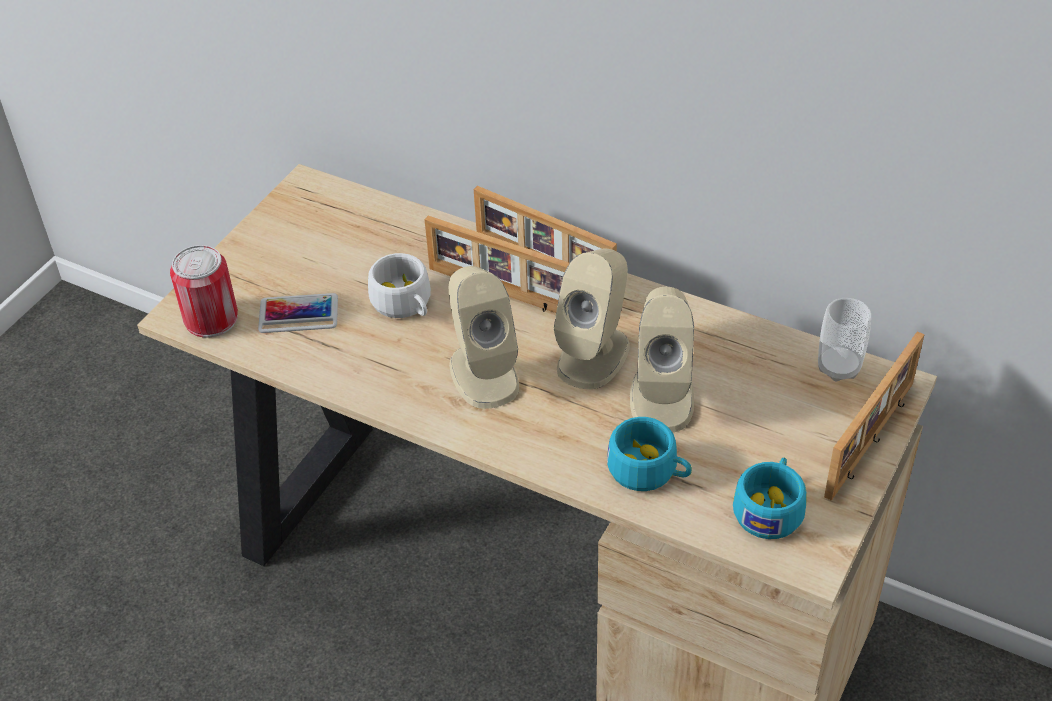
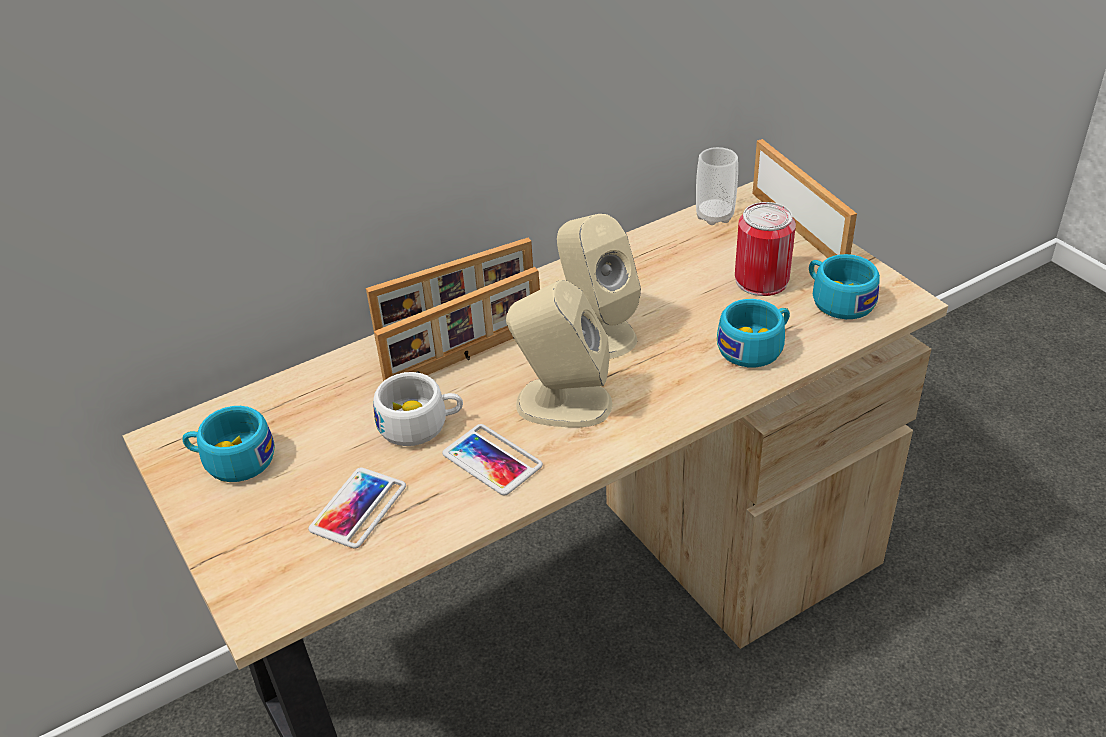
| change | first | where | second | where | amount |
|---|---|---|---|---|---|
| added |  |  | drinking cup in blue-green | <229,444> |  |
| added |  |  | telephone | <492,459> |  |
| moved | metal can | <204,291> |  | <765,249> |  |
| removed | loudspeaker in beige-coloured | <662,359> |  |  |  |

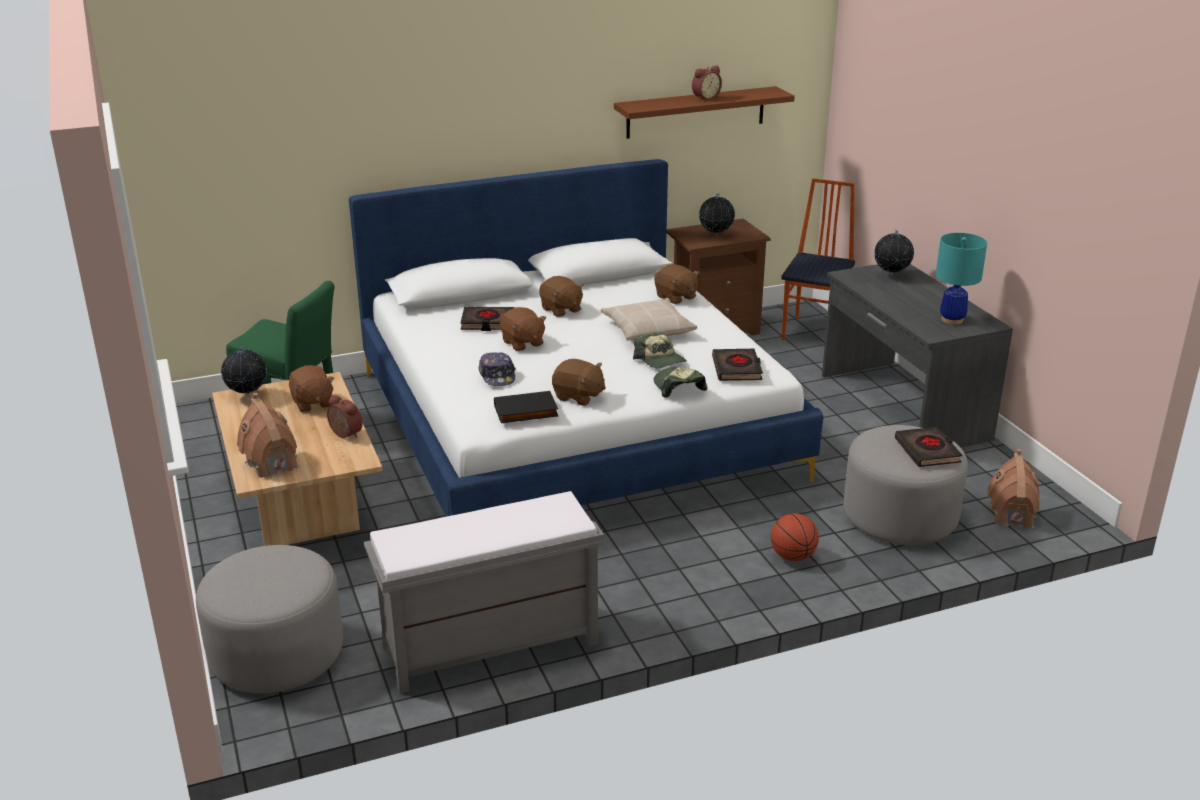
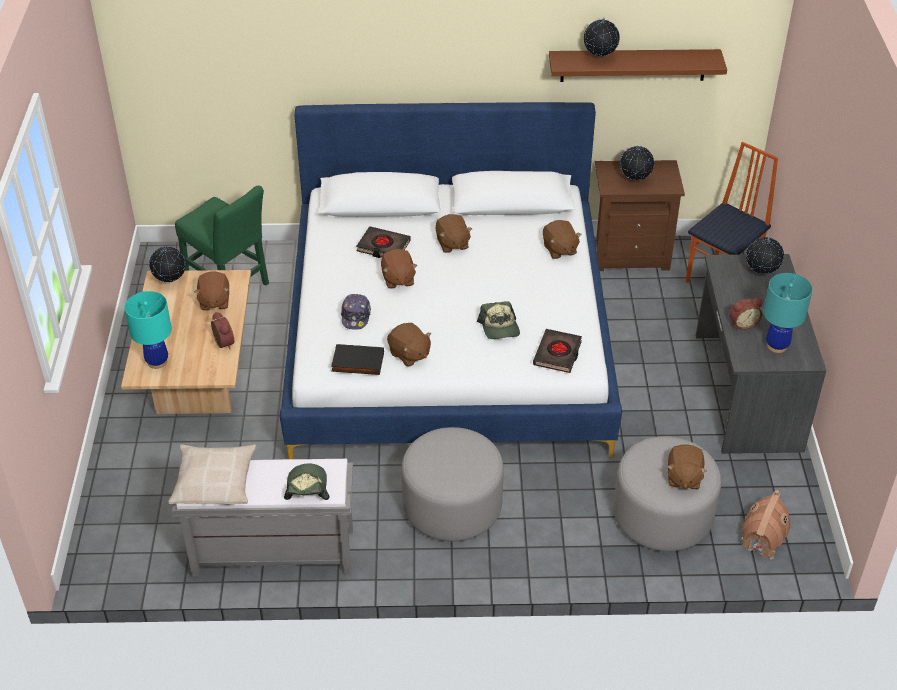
| change | first | where | second | where | amount |
|---|---|---|---|---|---|
| replaced | toy house | <268,435> | tabletop lamp in blue-green | <148,330> |  |
| moved | throw pillow in beige-coloured | <649,320> |  | <212,474> |  |
| moved | cap | <680,382> |  | <306,482> |  |
| moved | footrest in grey | <269,619> |  | <452,484> |  |
| added |  |  | world globe | <602,38> |  |
| replaced | volume in blackish | <928,447> | plush toy in brown | <687,466> |  |
| moved | alarm clock | <707,83> |  | <745,314> |  |
| removed | ball for basketball | <795,537> |  |  |  |

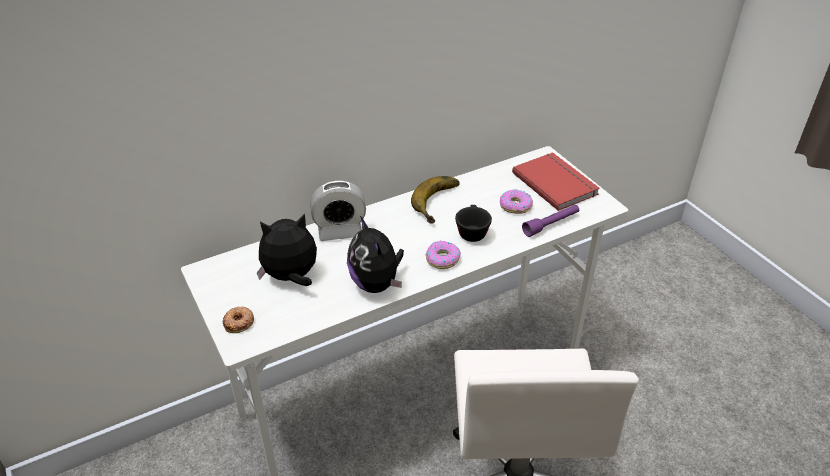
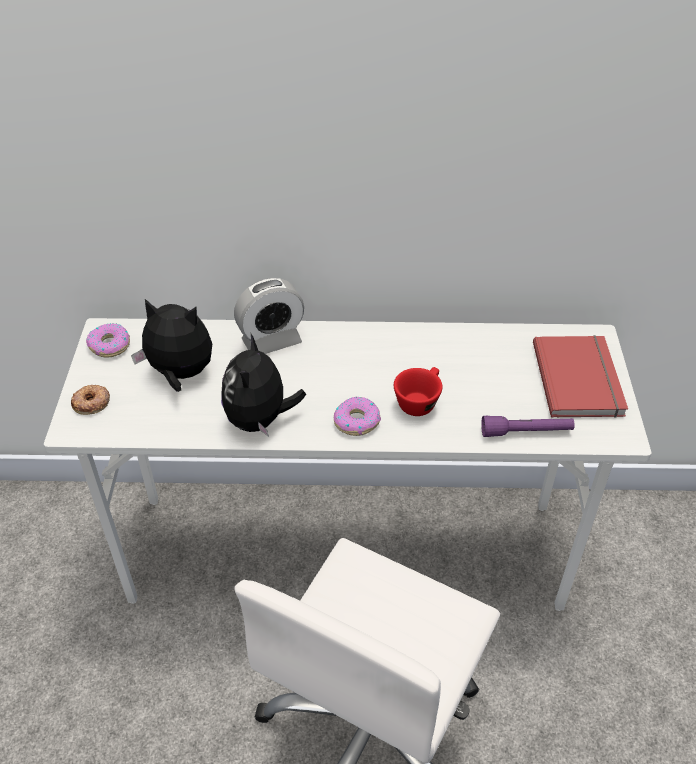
| change | first | where | second | where | amount |
|---|---|---|---|---|---|
| moved | doughnut | <516,201> |  | <108,340> |  |
| turned | alarm clock | <338,211> |  | <269,316> | 45 degrees counterclockwise |
| recoloured | drinking cup in blackish | <473,223> | drinking cup in reddish | <418,391> |  |
| removed | banana | <435,200> |  |  |  |

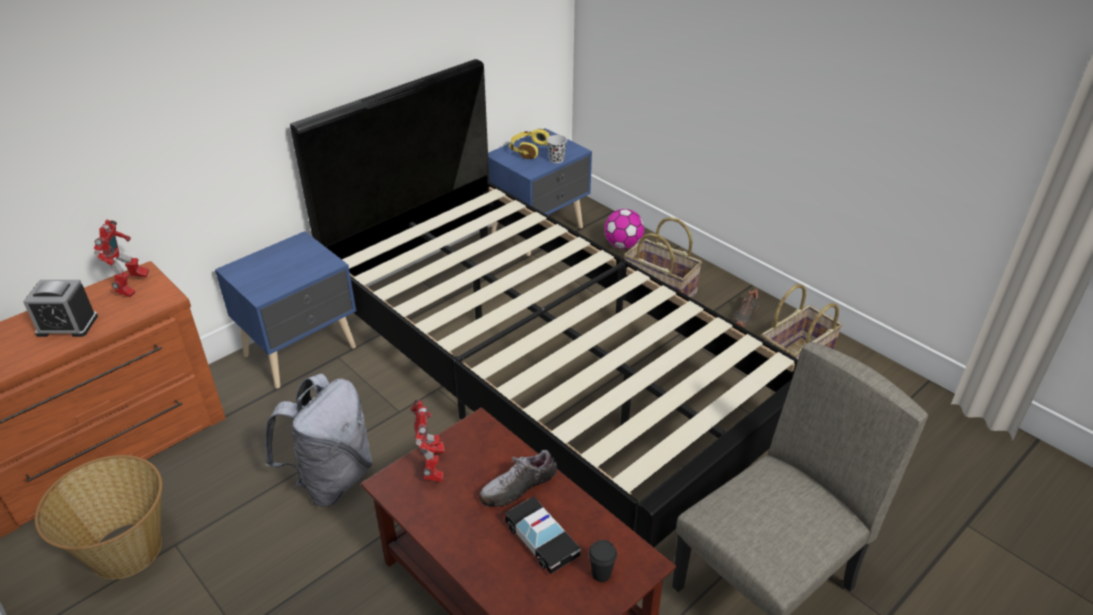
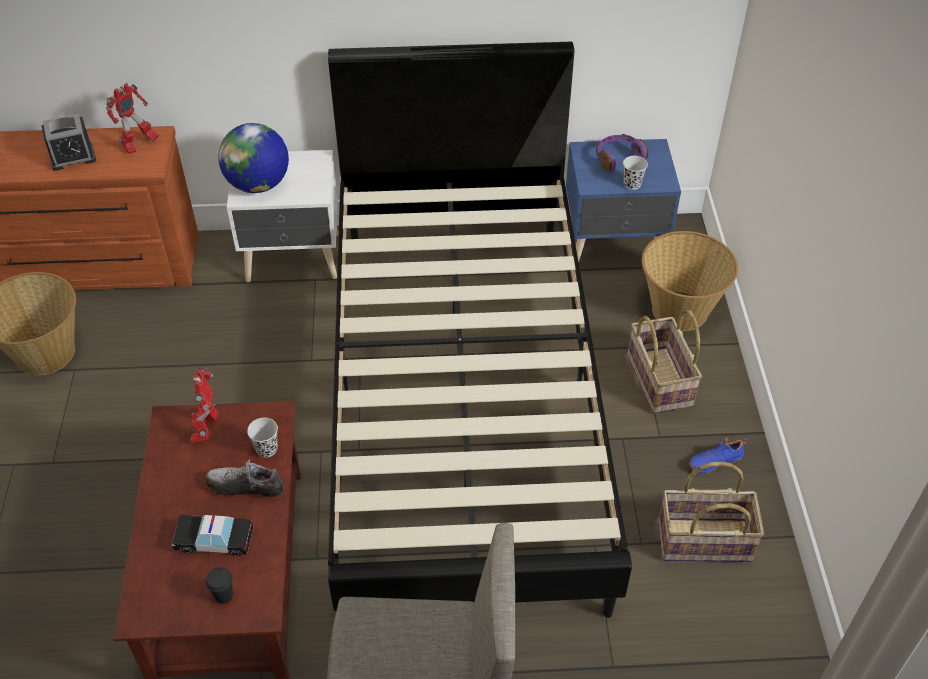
| change | first | where | second | where | amount |
|---|---|---|---|---|---|
| turned | alarm clock | <60,308> |  | <68,142> | 60 degrees counterclockwise |
| turned | model car | <543,535> |  | <213,535> | 90 degrees clockwise |
| turned | toy robot | <428,441> |  | <204,405> | 150 degrees clockwise |
| added |  |  | world globe | <253,158> |  |
| recoloured | bedside table in blue | <285,310> | bedside table in white | <283,216> |  |
| added |  |  | drinking cup in blackish | <262,438> |  |
| recoloured | headphones in yellowish | <529,144> | headphones in purple-coloured | <622,152> |  |
| replaced | football | <624,229> | household basket | <690,281> |  |
| recoloured | item of footwear in blackish | <746,307> | item of footwear in blue | <718,456> |  |
| removed | knapsack in grey | <319,440> |  |  |  |

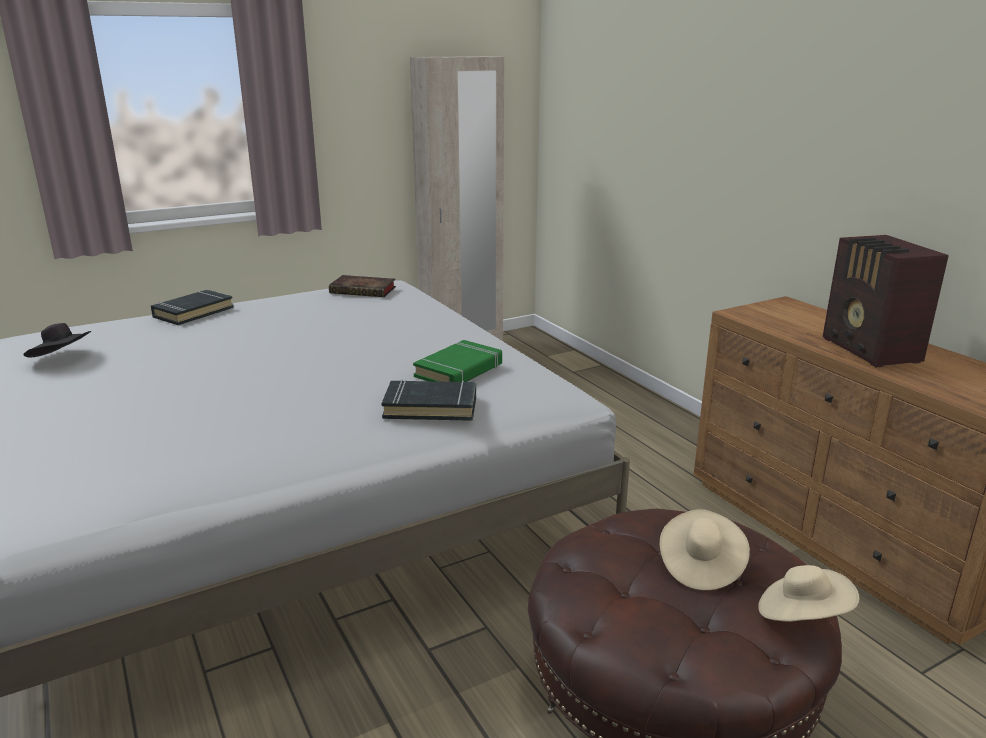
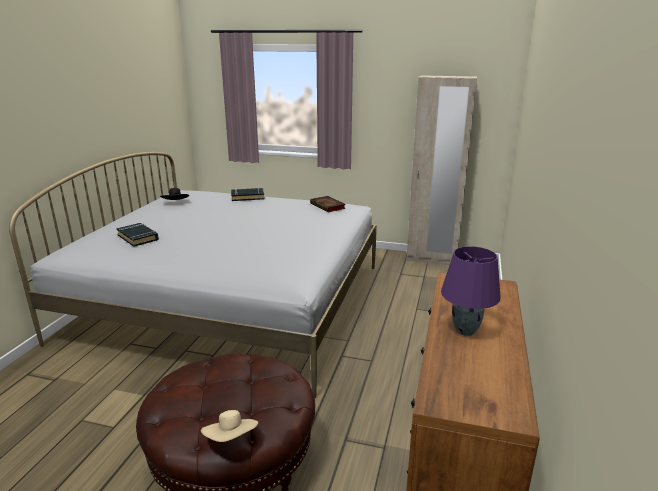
| change | first | where | second | where | amount |
|---|---|---|---|---|---|
| moved | volume in blackish | <429,400> |  | <137,235> |  |
| replaced | radio set | <886,301> | tabletop lamp in purple-coloured | <471,291> |  |
| removed | volume in green | <457,361> |  |  |  |
| removed | clothing hat in beige-coloured | <705,549> |  |  |  |

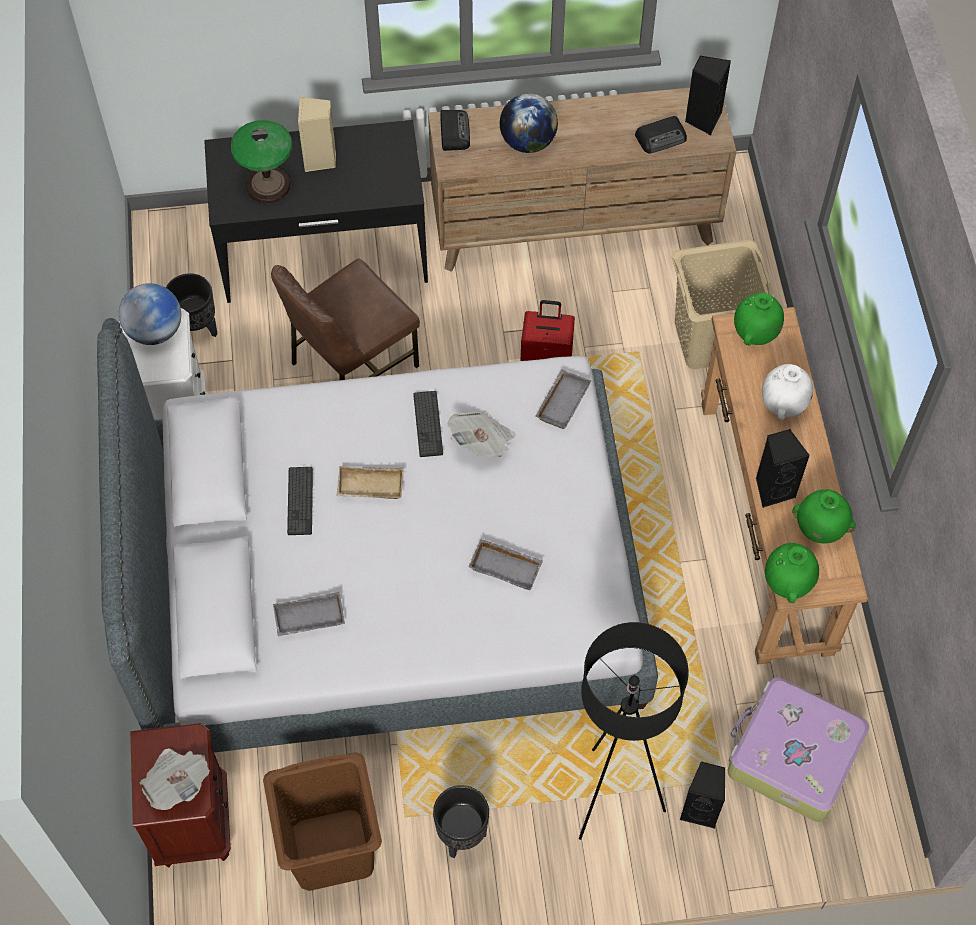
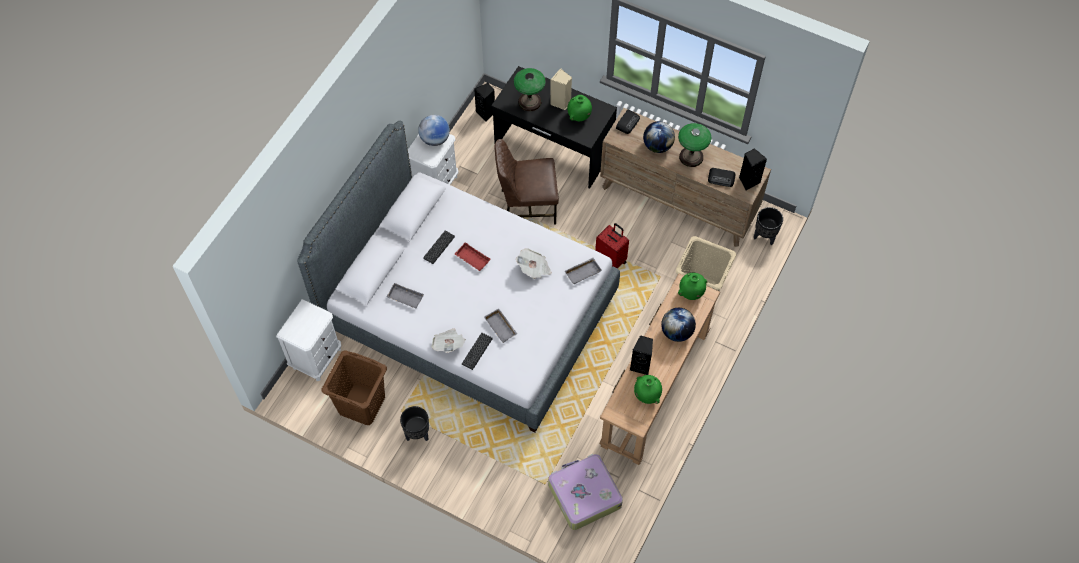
| change | first | where | second | where | amount |
|---|---|---|---|---|---|
| recoloured | bedside table in brown | <180,795> | bedside table in white | <308,340> |  |
| moved | daily paper | <175,779> |  | <448,340> |  |
| recoloured | carrying tray in beige-coloured | <370,482> | carrying tray in reddish | <472,256> |  |
| moved | keyboard | <428,424> |  | <477,351> |  |
| moved | loudspeaker in blackish | <702,794> |  | <484,102> |  |
| moved | vase in green | <792,573> |  | <579,108> |  |
| replaced | vase in white | <787,392> | world globe | <678,325> |  |
| added |  |  | tabletop lamp | <695,145> |  |
| moved | plant pot in blackish | <191,305> |  | <768,226> |  |
| removed | floor lamp in blackish | <634,731> |  |  |  |

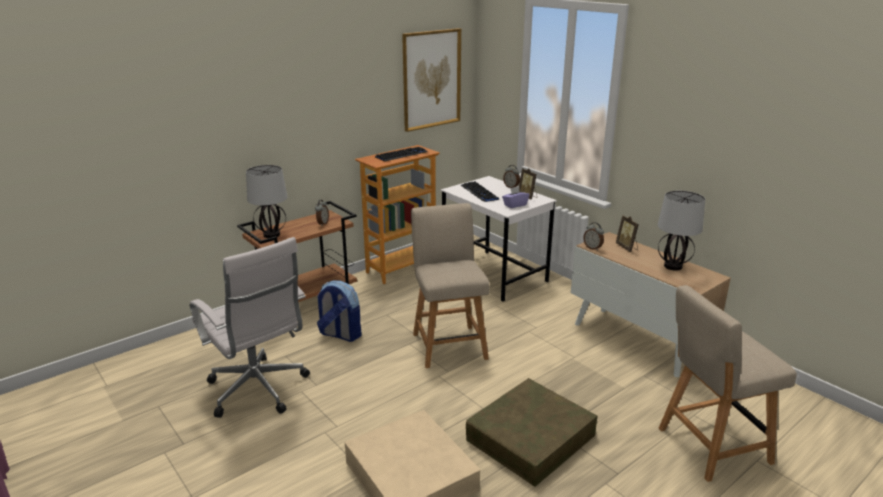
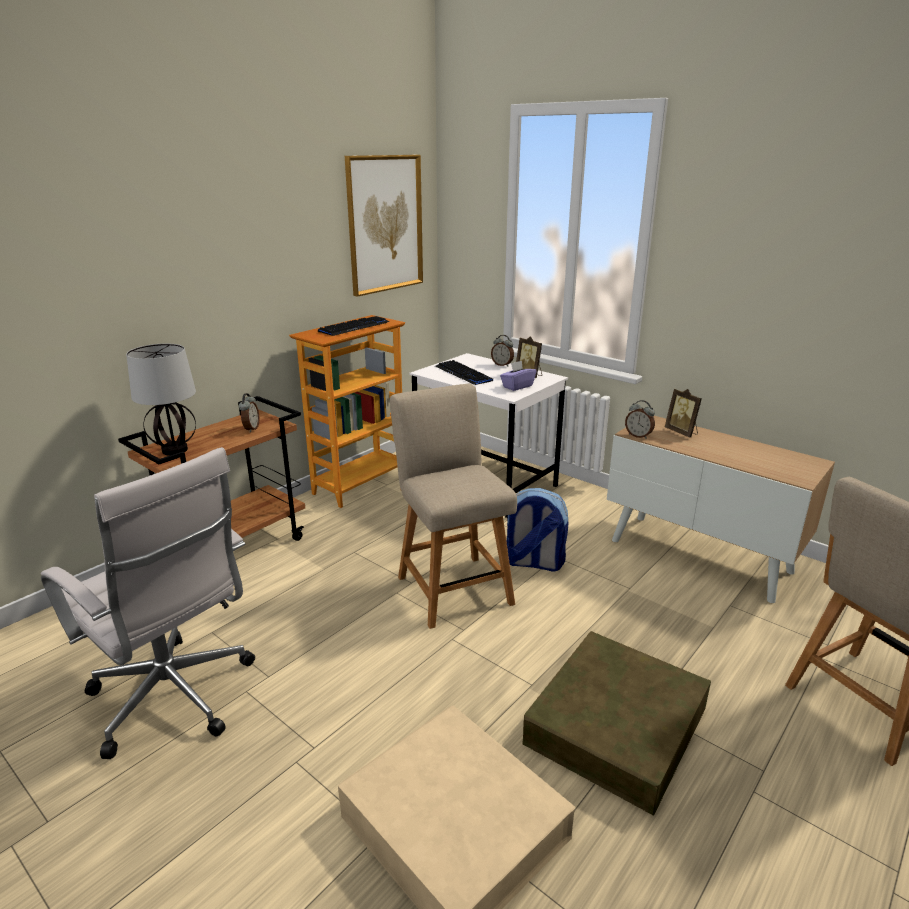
| change | first | where | second | where | amount |
|---|---|---|---|---|---|
| moved | knapsack | <339,311> |  | <537,530> |  |
| removed | tabletop lamp | <681,231> |  |  |  |

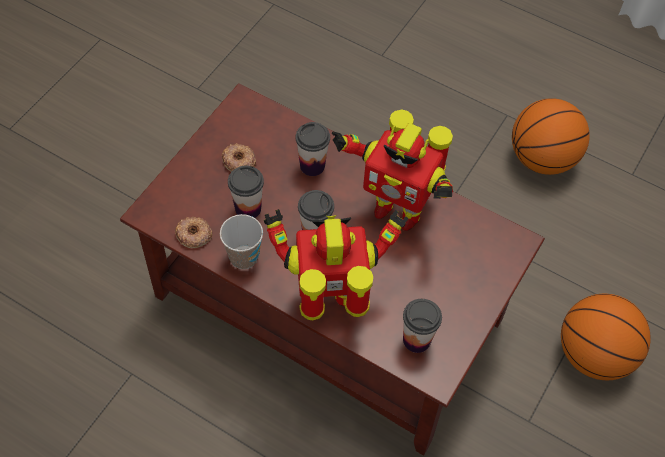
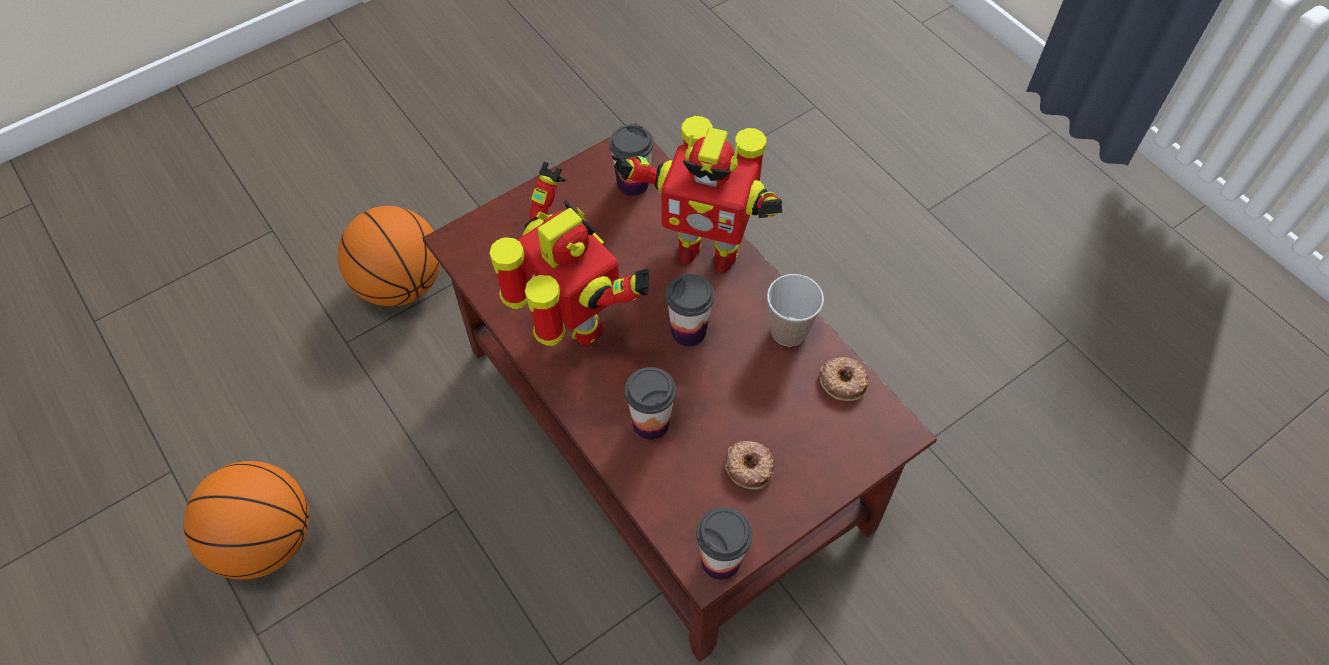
| change | first | where | second | where | amount |
|---|---|---|---|---|---|
| moved | drinking cup | <246,192> |  | <724,543> |  |

